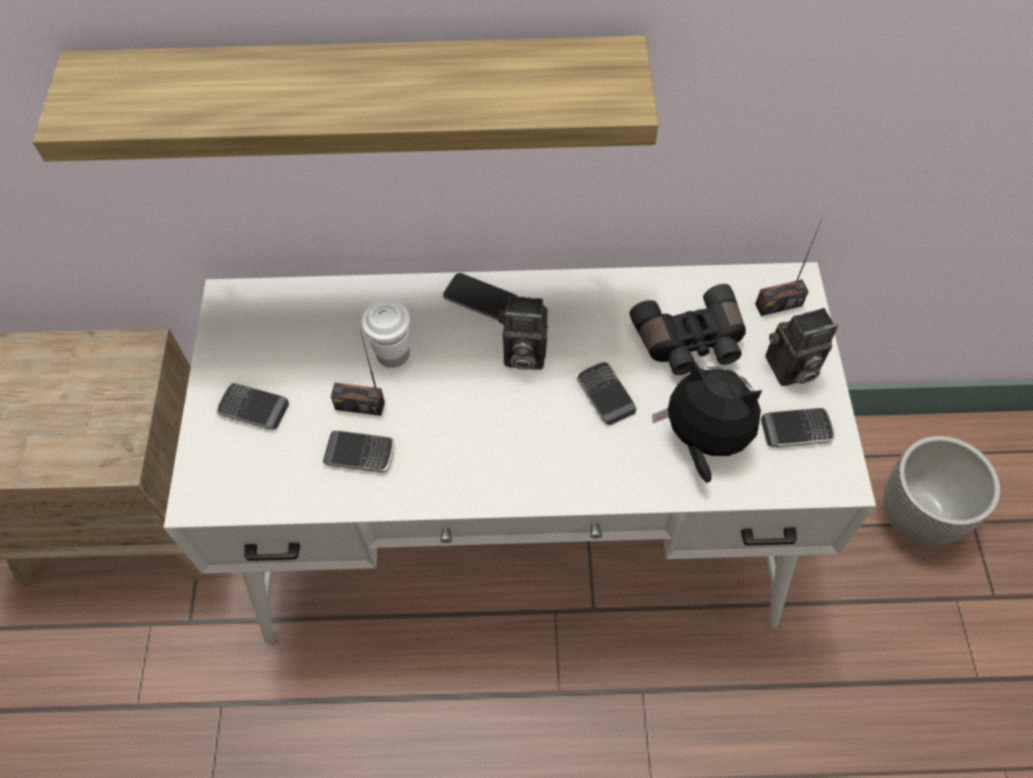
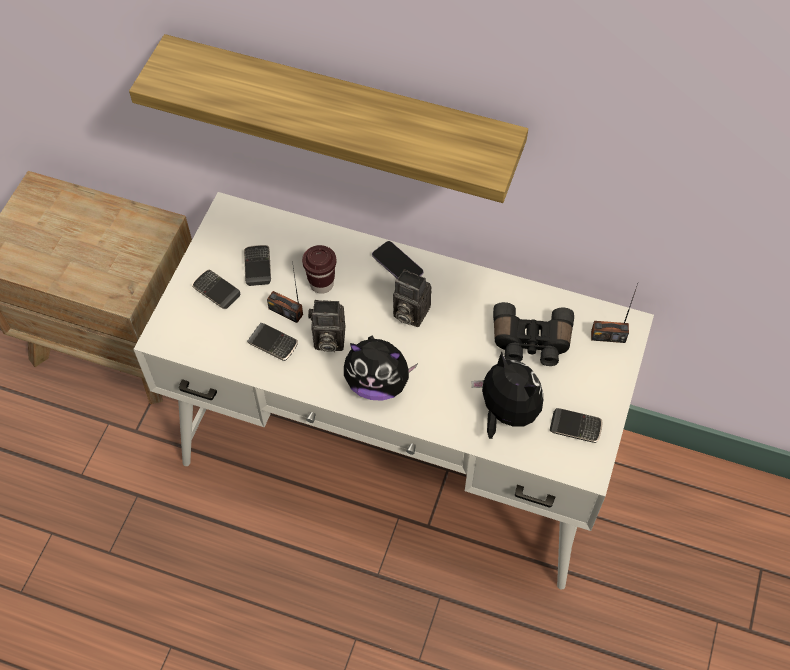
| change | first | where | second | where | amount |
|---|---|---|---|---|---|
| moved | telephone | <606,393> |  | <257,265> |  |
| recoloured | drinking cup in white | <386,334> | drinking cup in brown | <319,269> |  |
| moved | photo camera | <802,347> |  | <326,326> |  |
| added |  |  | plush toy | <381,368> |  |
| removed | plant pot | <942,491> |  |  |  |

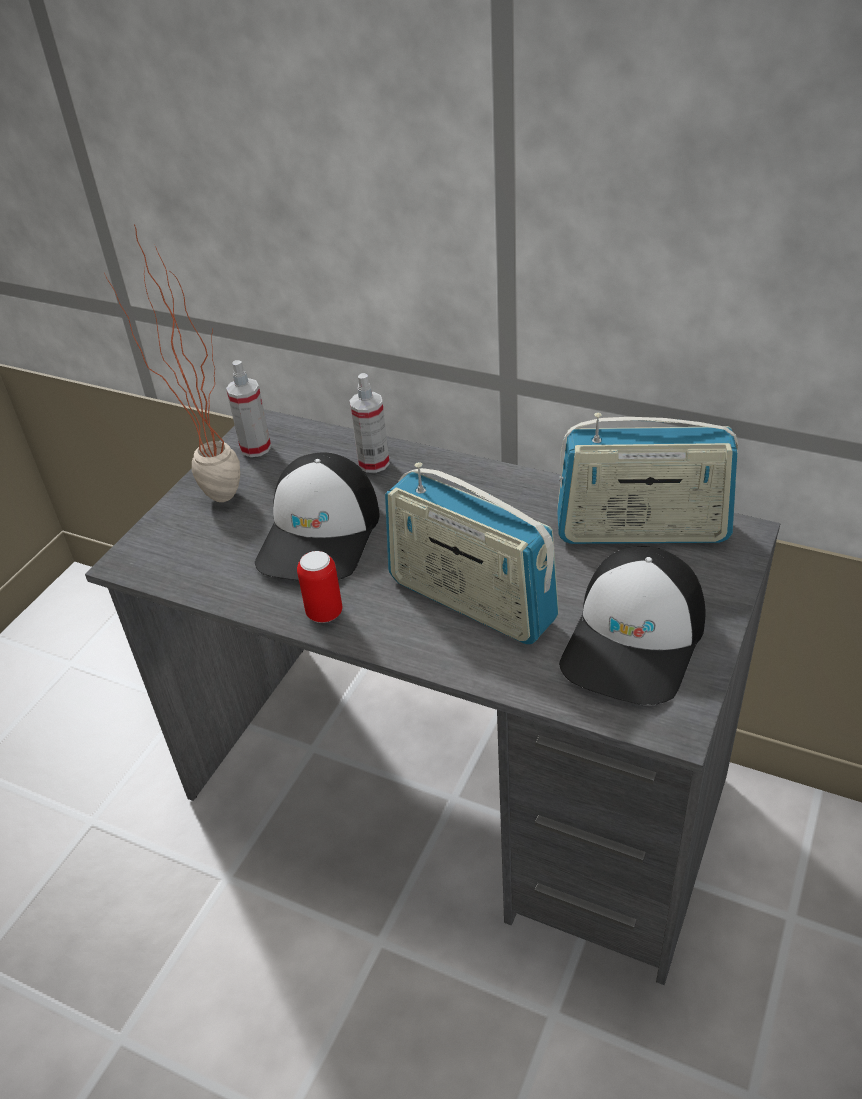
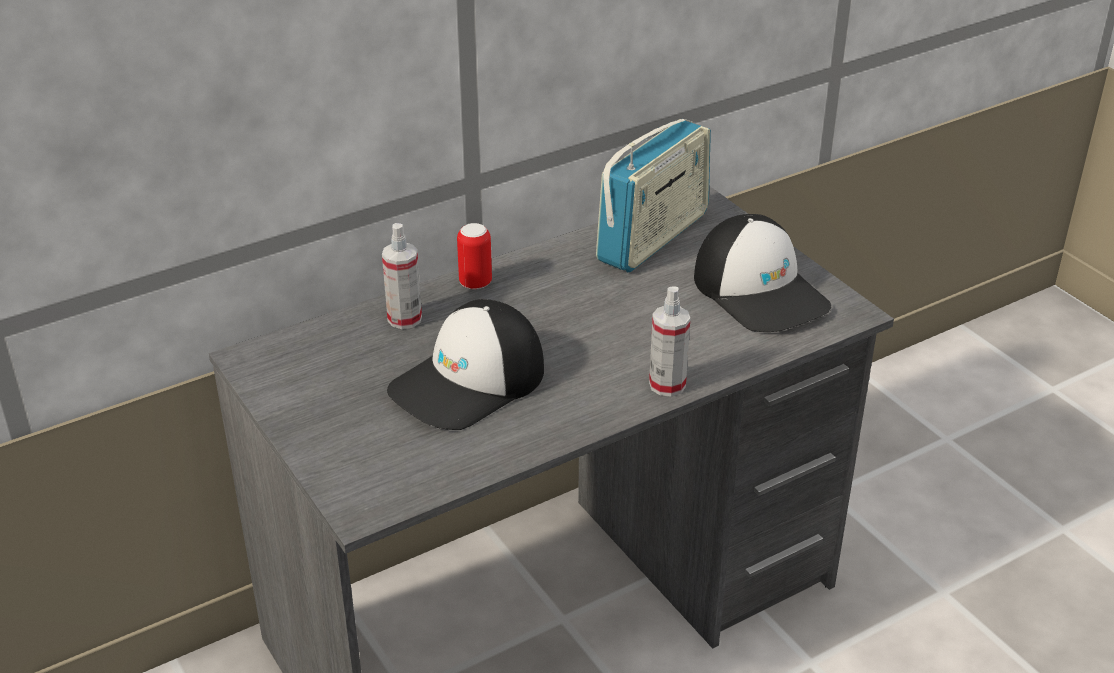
| change | first | where | second | where | amount |
|---|---|---|---|---|---|
| turned | cap | <317,516> |  | <465,364> | 90 degrees clockwise |
| moved | metal can | <319,587> |  | <474,256> |  |
| moved | sprayer | <248,408> |  | <669,341> |  |
| removed | plant in a pot | <172,363> |  |  |  |
| removed | radio set | <472,553> |  |  |  |

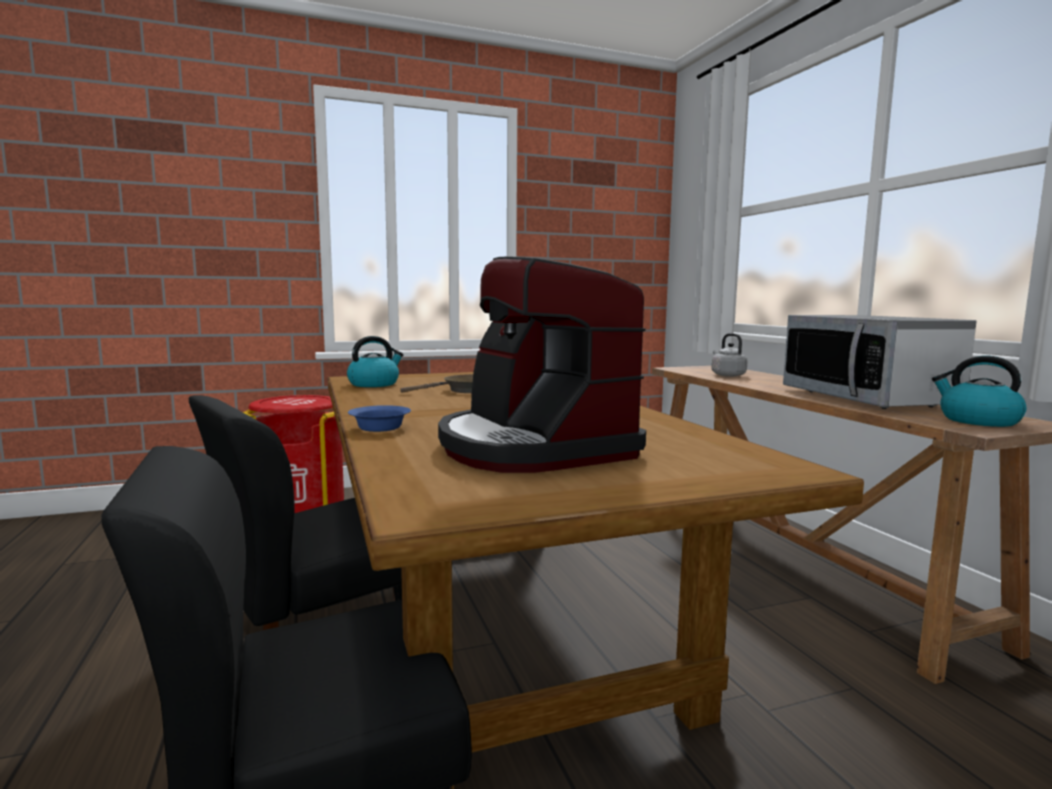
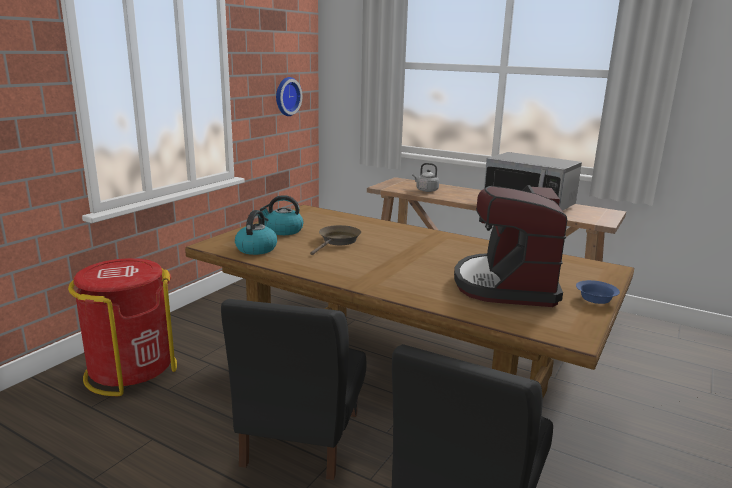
| change | first | where | second | where | amount |
|---|---|---|---|---|---|
| moved | water kettle | <979,391> |  | <282,215> |  |
| added |  |  | wall clock | <289,96> |  |
| turned | coffee machine | <542,364> |  | <510,246> | 75 degrees clockwise |
| moved | bowl in blue | <379,418> |  | <598,292> |  |

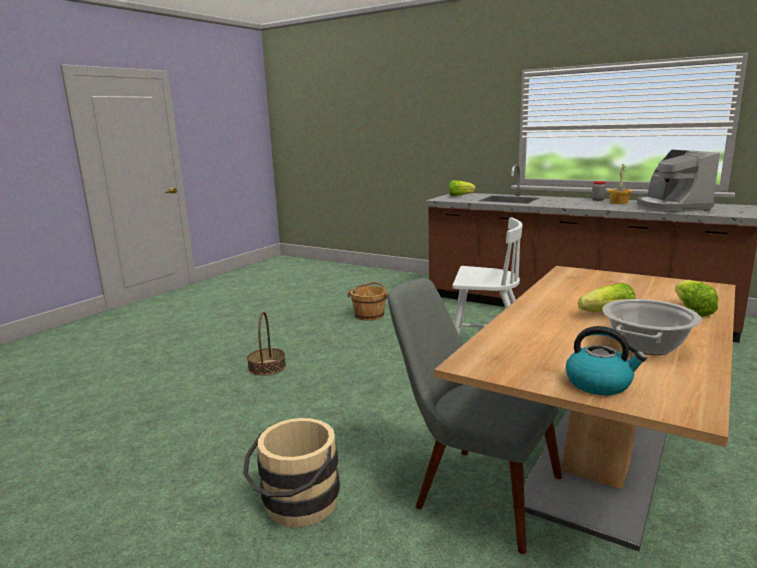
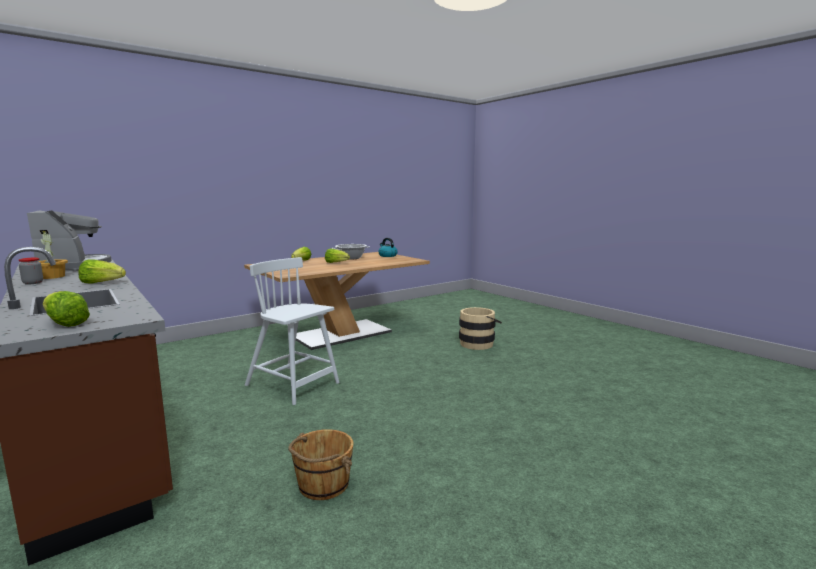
| change | first | where | second | where | amount |
|---|---|---|---|---|---|
| turned | coffee machine | <678,181> |  | <69,241> | 45 degrees counterclockwise |
| added |  |  | lettuce head | <102,271> |  |
| removed | household basket | <266,344> |  |  |  |
| removed | upright chair in grey | <475,416> |  |  |  |

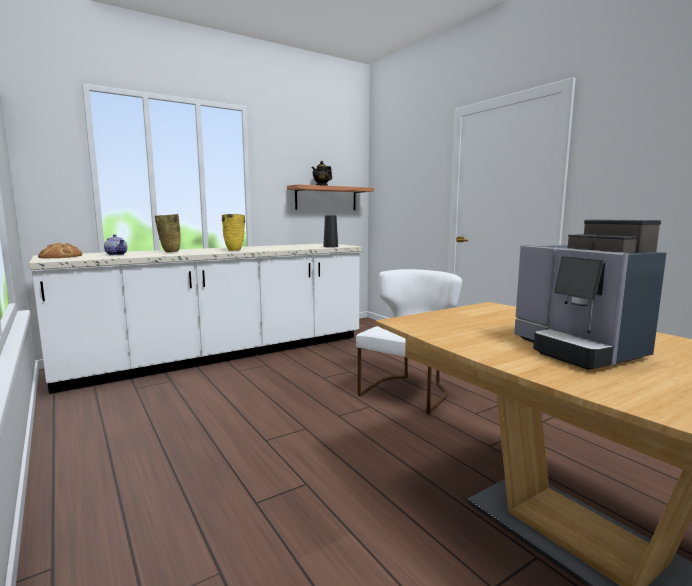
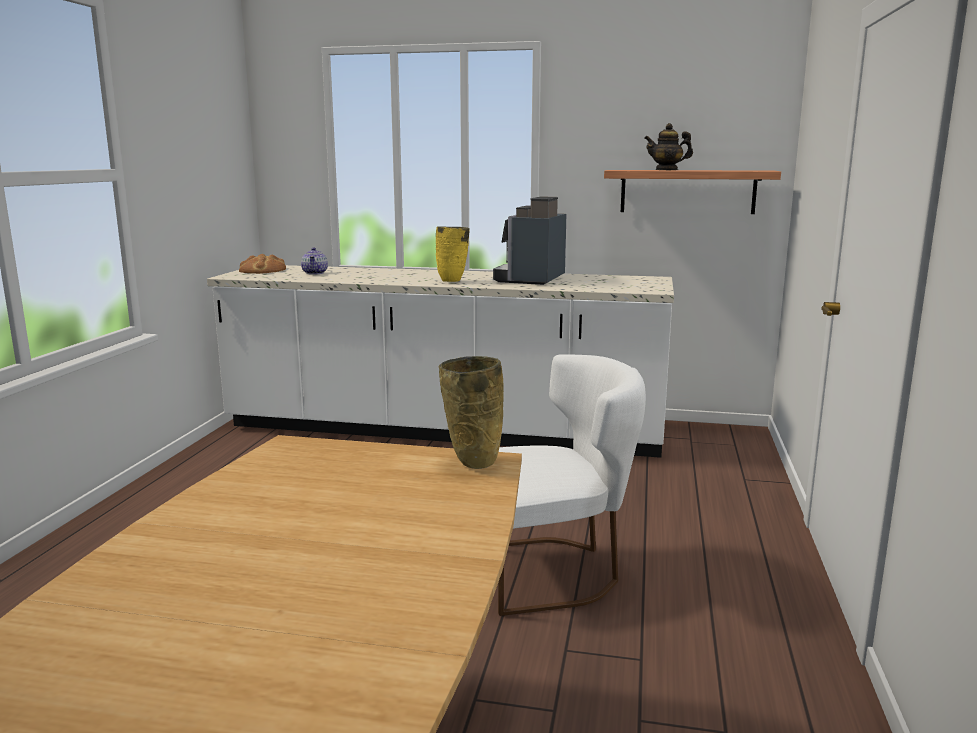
| change | first | where | second | where | amount |
|---|---|---|---|---|---|
| moved | vase in beige-coloured | <168,233> |  | <471,412> |  |
| moved | coffee machine | <590,295> |  | <529,241> |  |
| removed | vase in blackish | <330,231> |  |  |  |

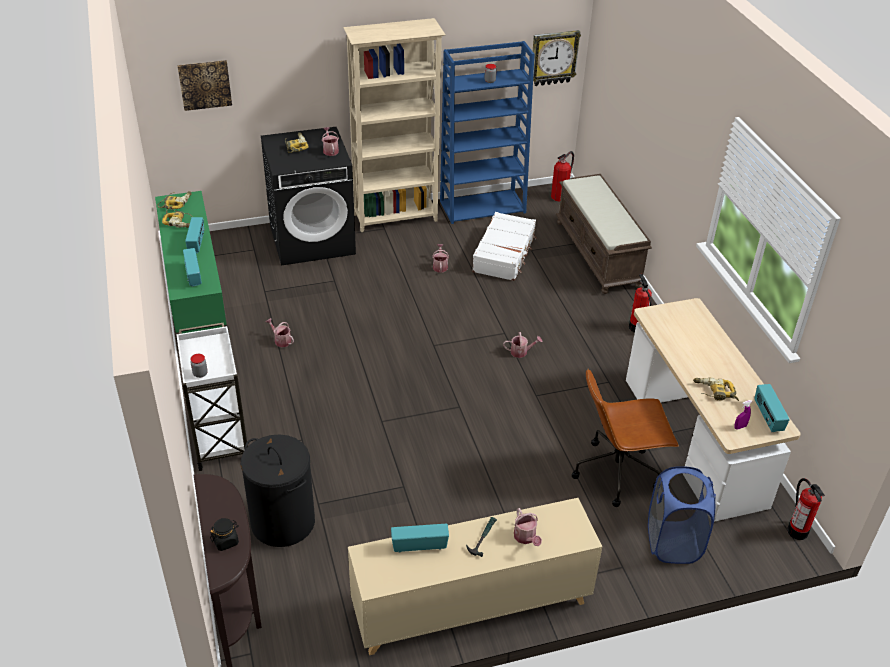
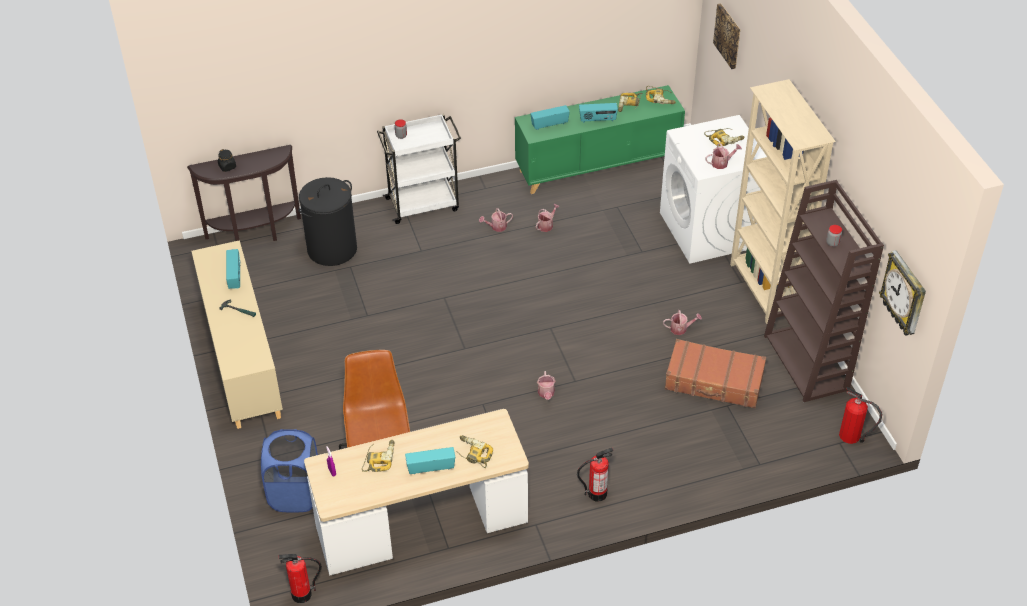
| change | first | where | second | where | amount |
|---|---|---|---|---|---|
| moved | radio set | <772,408> |  | <430,460> |  |
| added |  |  | power drill | <474,451> |  |
| moved | watering pot | <528,527> |  | <496,220> |  |
| recoloured | washing machine in blackish | <308,196> | washing machine in white | <713,189> |  |
| recoloured | suitcase in white | <504,246> | suitcase in brown | <715,373> |  |
| recoloured | shelving unit in blue | <487,132> | shelving unit in brown | <824,291> |  |
| removed | indoor bench in brown | <604,234> |  |  |  |

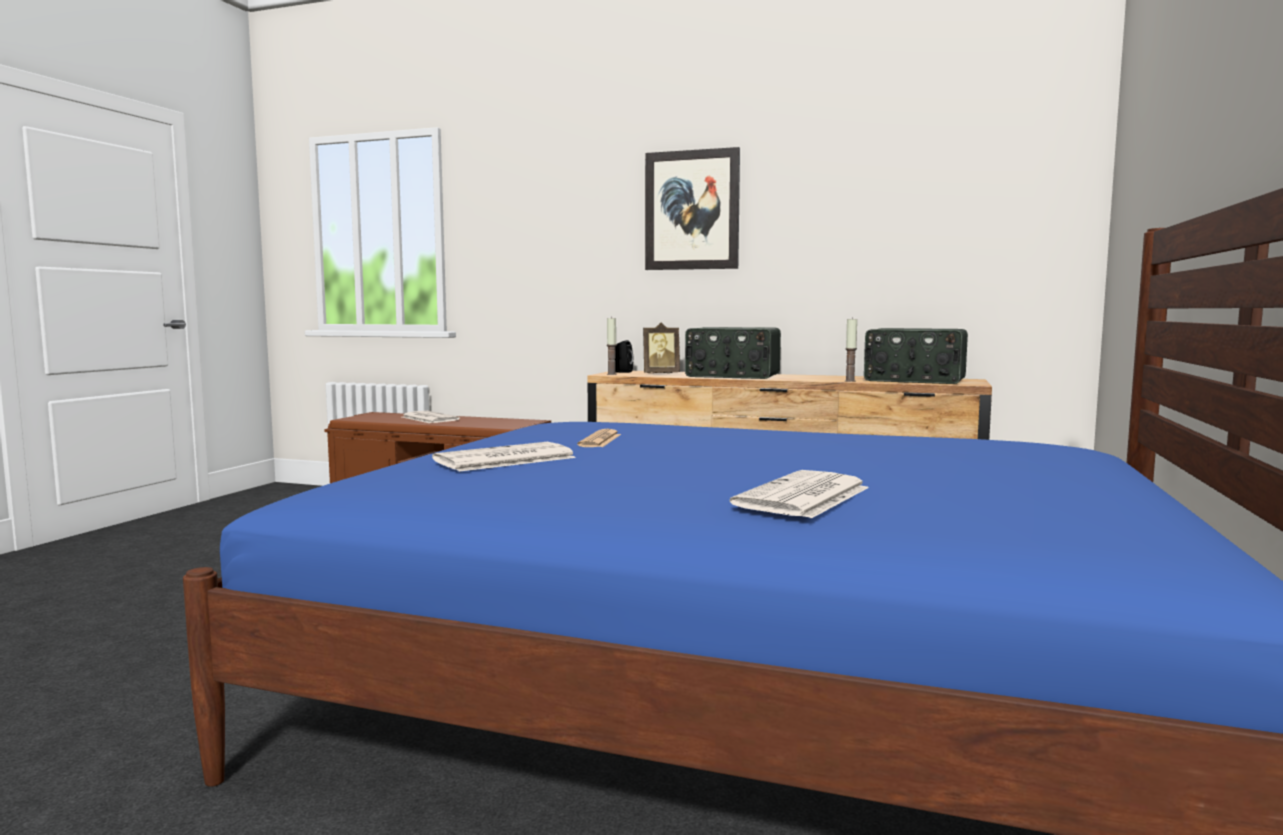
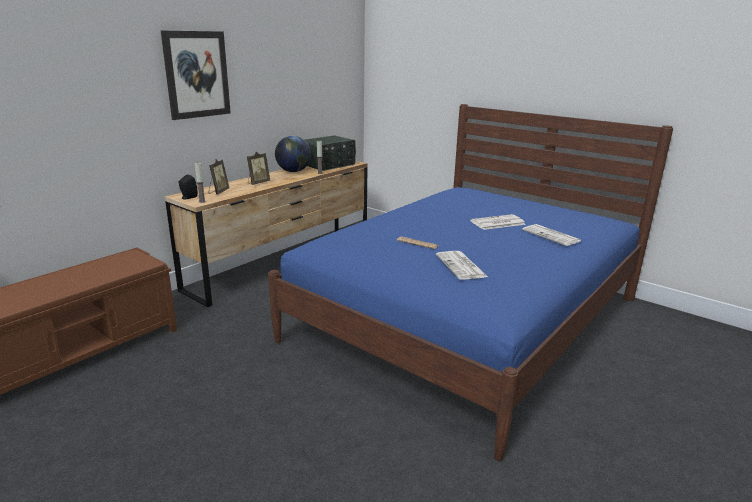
| change | first | where | second | where | amount |
|---|---|---|---|---|---|
| replaced | radio set | <733,353> | photo frame | <258,168> |  |
| added |  |  | world globe | <293,154> |  |
| moved | daily paper | <431,417> |  | <498,222> |  |

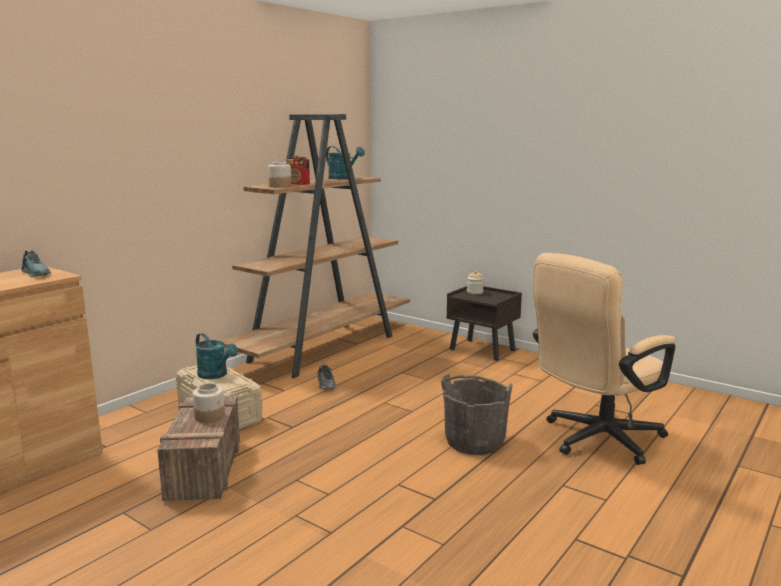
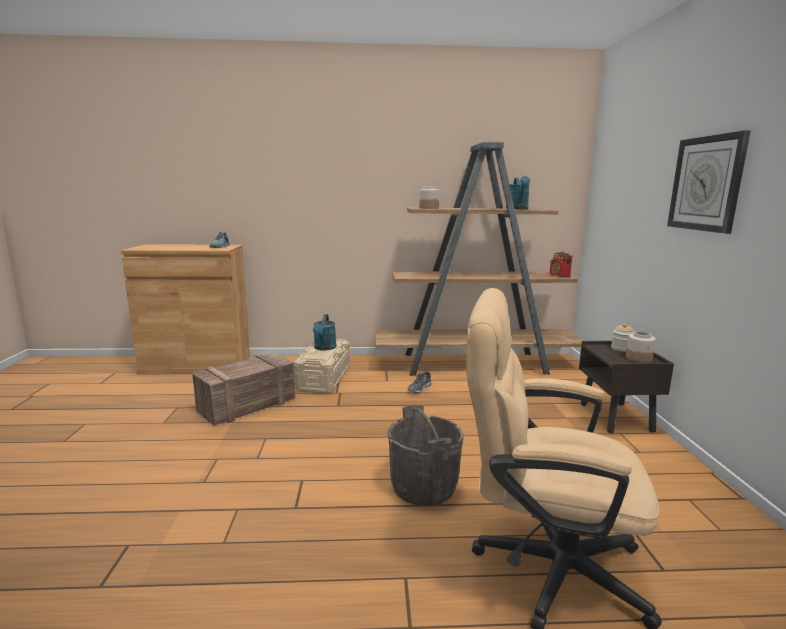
| change | first | where | second | where | amount |
|---|---|---|---|---|---|
| moved | radio set | <298,170> |  | <561,264> |  |
| moved | storage jar | <209,403> |  | <641,347> |  |
| added |  |  | wall clock | <708,182> |  |

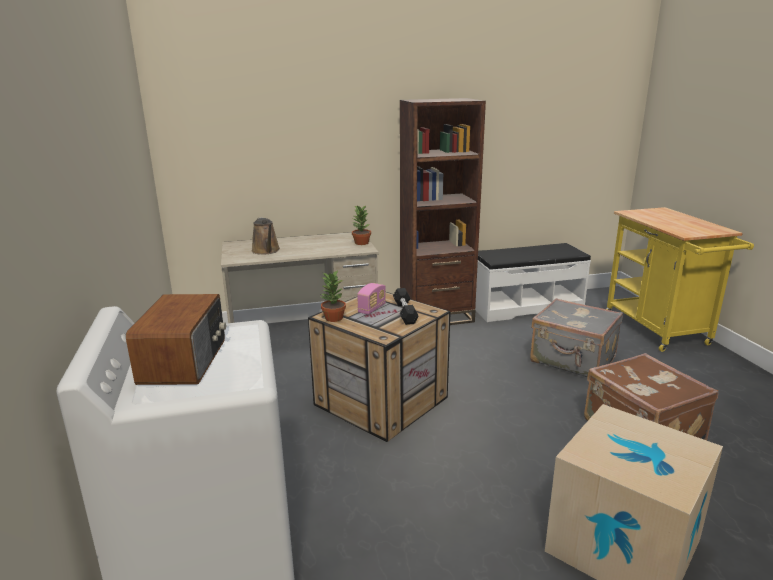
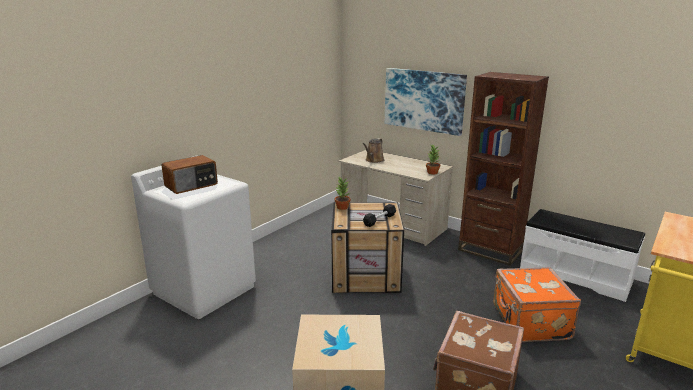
| change | first | where | second | where | amount |
|---|---|---|---|---|---|
| added |  |  | wall picture | <426,102> |  |
| recoloured | suitcase in grey | <576,337> | suitcase in orangey | <537,304> |  |
| removed | radio set | <371,299> |  |  |  |

